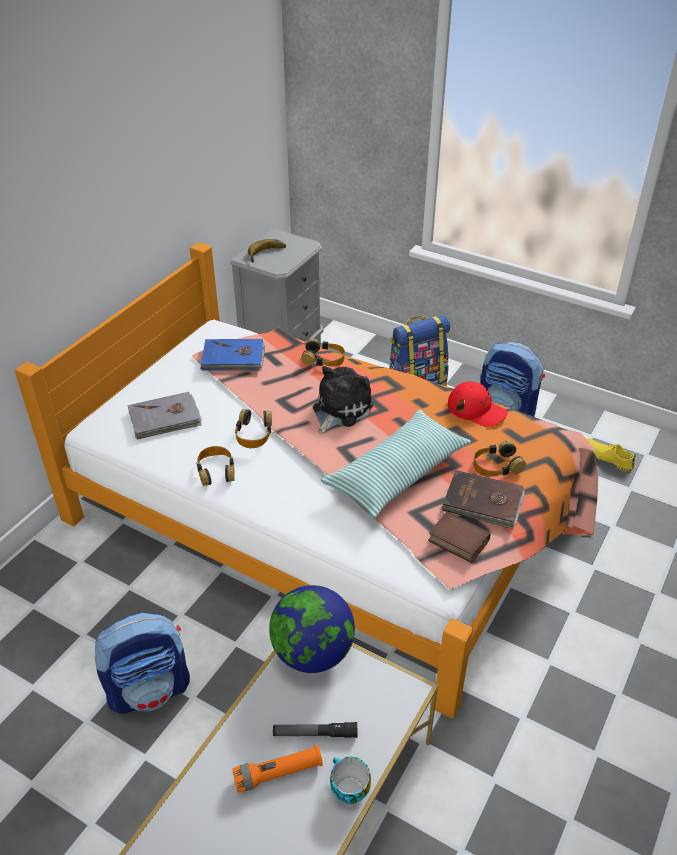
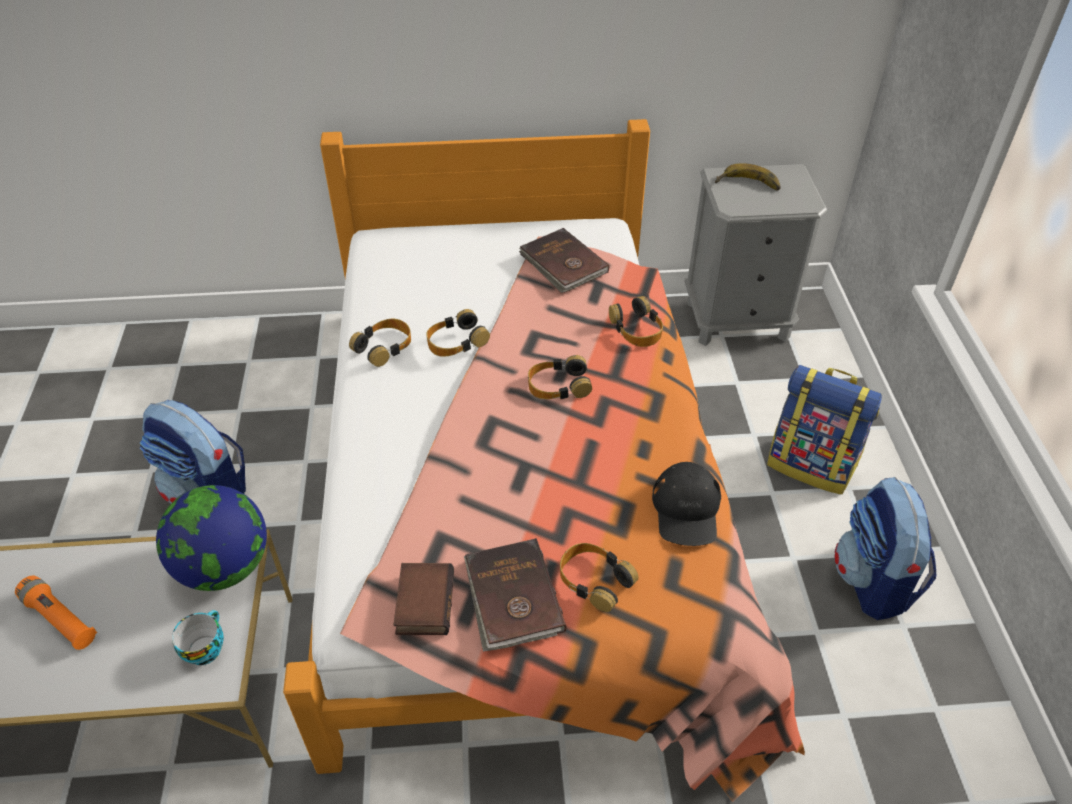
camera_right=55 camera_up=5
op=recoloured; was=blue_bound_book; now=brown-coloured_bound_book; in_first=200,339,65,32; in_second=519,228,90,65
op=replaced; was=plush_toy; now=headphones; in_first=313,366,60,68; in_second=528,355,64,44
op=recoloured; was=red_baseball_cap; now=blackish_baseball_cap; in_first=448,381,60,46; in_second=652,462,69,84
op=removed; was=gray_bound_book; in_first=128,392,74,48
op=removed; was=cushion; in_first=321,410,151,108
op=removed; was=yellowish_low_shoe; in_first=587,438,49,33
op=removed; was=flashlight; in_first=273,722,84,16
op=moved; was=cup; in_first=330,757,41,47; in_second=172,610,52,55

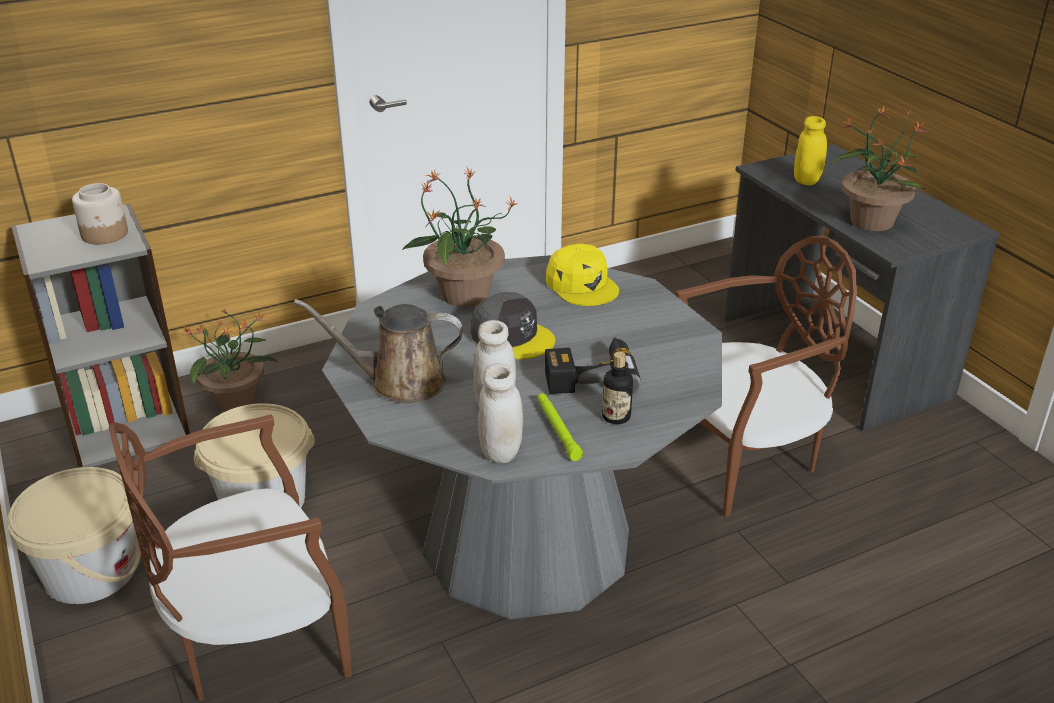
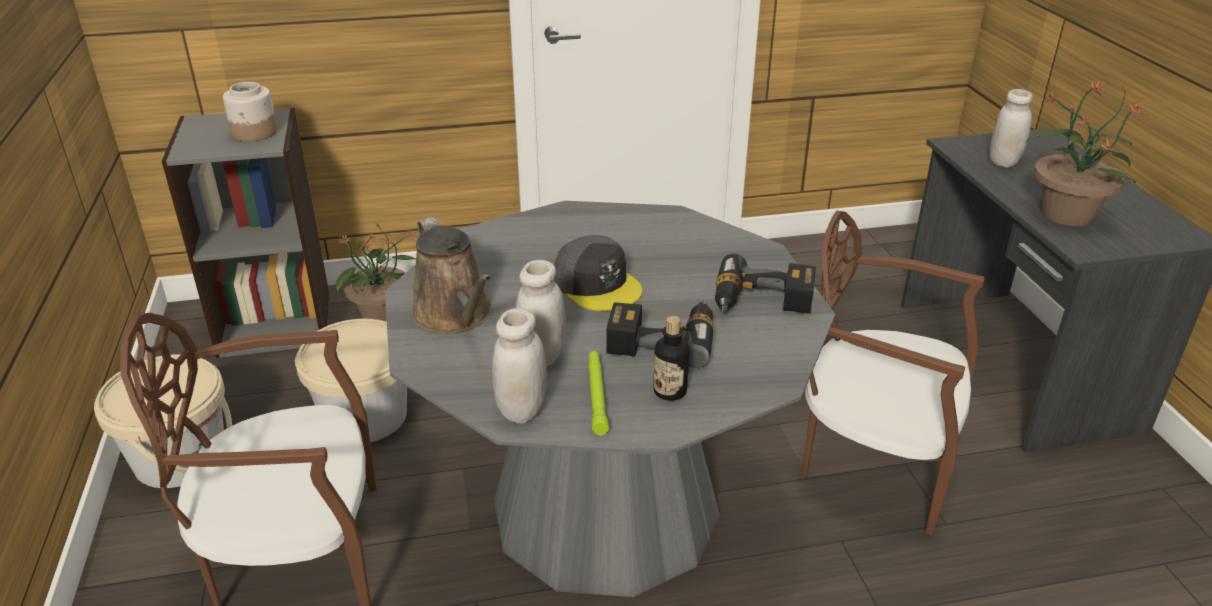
camera_right=15 camera_up=0
op=recoloured; was=yellowish_storage_jar; now=white_storage_jar; in_first=794,116,33,69; in_second=990,89,43,79
op=removed; was=potted_plant; in_first=402,167,116,140
op=turned; was=brown-coloured_upright_chair; in_first=676,236,181,281; in_second=802,211,183,324; clockwise=-150
op=removed; was=yellowish_baseball_cap; in_first=546,244,73,62
op=turned; was=brown-coloured_watering_can; in_first=294,299,169,104; in_second=411,217,80,117; clockwise=-135
op=added; now=power_drill; in_second=715,253,101,61

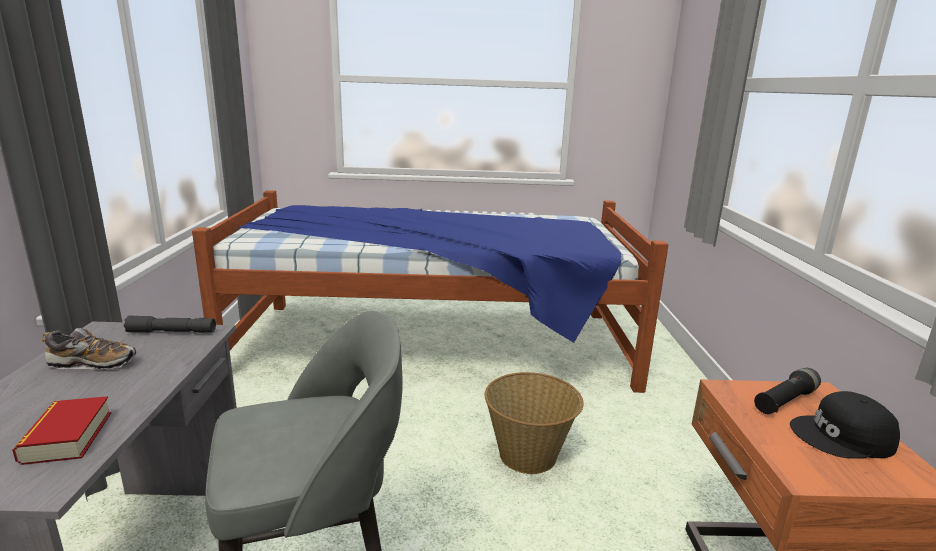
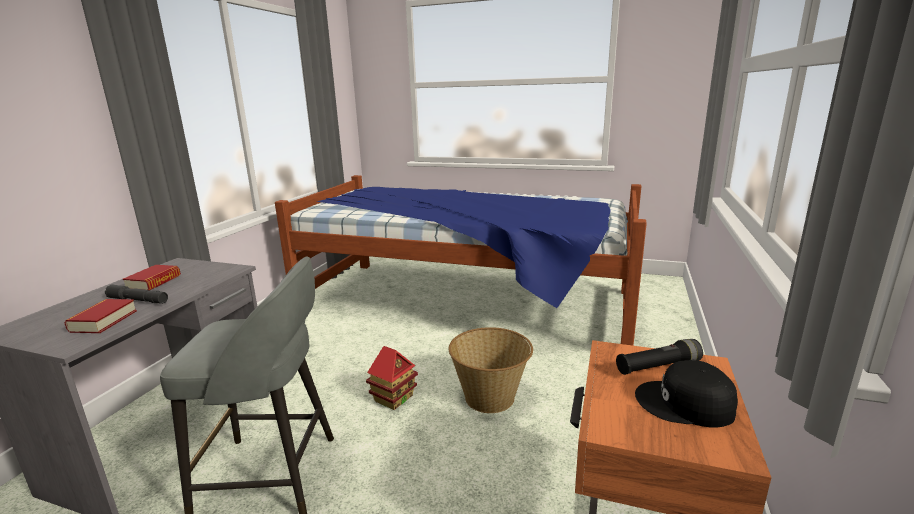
camera_right=20 camera_up=0
op=moved; was=gray_flashlight; in_first=124,315,92,18; in_second=105,284,63,20
op=replaced; was=low_shoe; now=bound_book; in_first=42,328,94,42; in_second=123,265,58,25
op=added; now=model_house; in_second=366,346,52,64

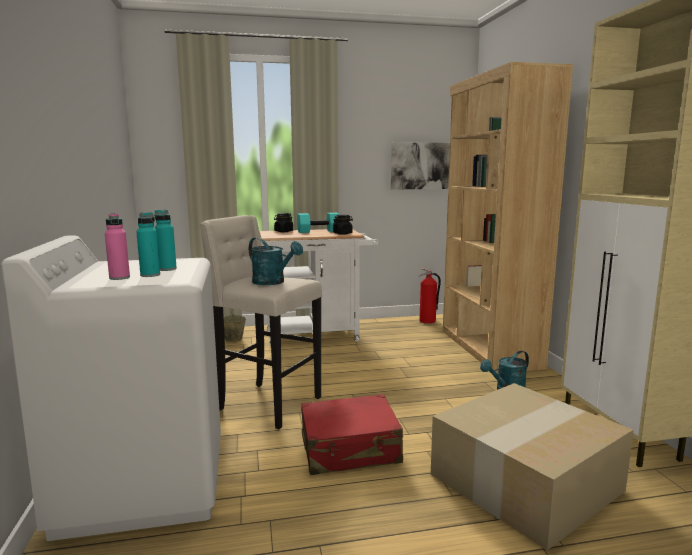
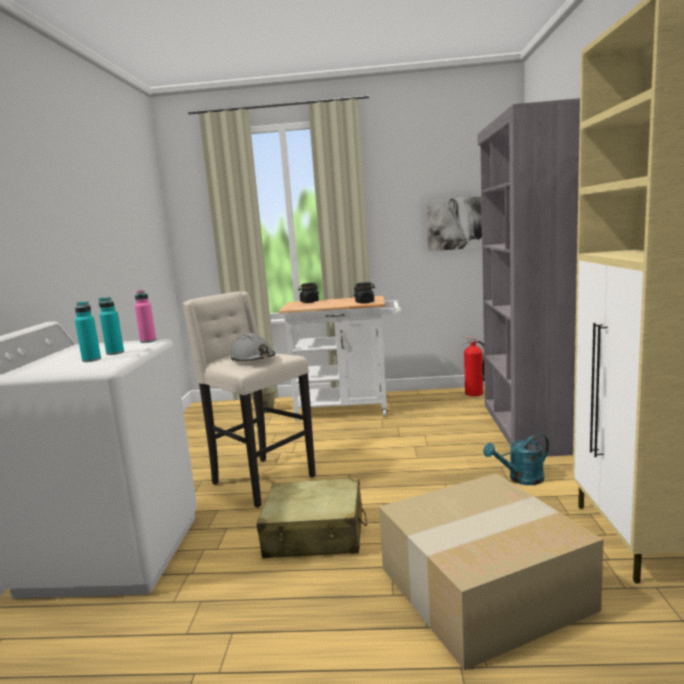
camera_right=15 camera_up=0
op=recoloured; was=brown-coloured_bookshelf; now=gray_bookshelf; in_first=443,62,130,312; in_second=477,98,103,358
op=moved; was=pink_drink_bottle; in_first=105,213,25,67; in_second=135,290,21,53
op=removed; was=turquoise_free_weight; in_first=297,213,42,20
op=replaced; was=turquoise_watering_can; now=gray_safety_helmet; in_first=249,237,54,48; in_second=231,333,45,29
op=recoloured; was=red_suitcase; now=beige-coloured_suitcase; in_first=301,394,102,81; in_second=257,478,110,80

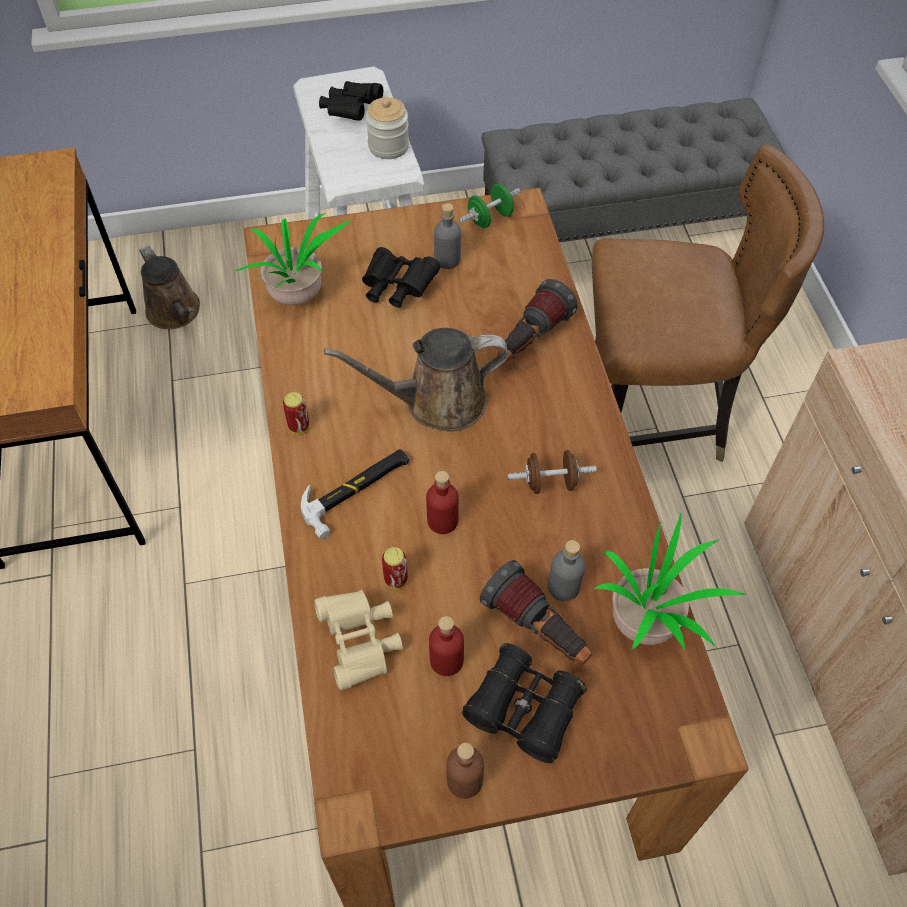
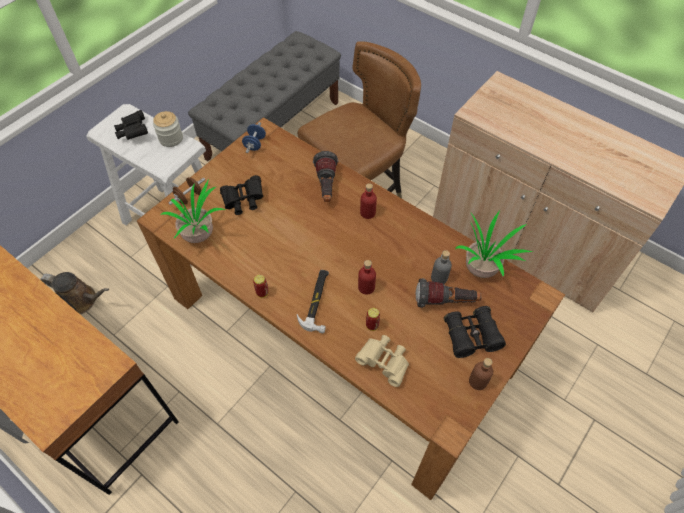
camera_right=-40 camera_up=0
op=recoloured; was=green_free_weight; now=blue_free_weight; in_first=459,184,62,44; in_second=242,122,24,31
op=removed; was=gray_drink_bottle; in_first=434,203,27,66
op=removed; was=brown-coloured_watering_can; in_first=324,328,185,103
op=moved; was=brown-coloured_free_weight; in_first=508,450,89,44; in_second=169,177,36,28
op=moved; was=red_drink_bottle; in_first=429,616,35,60; in_second=360,183,17,36

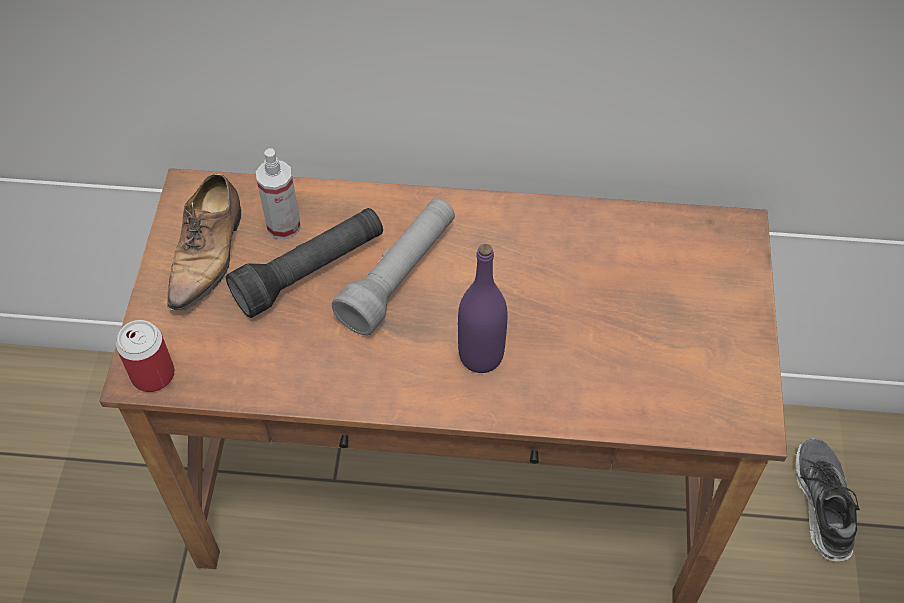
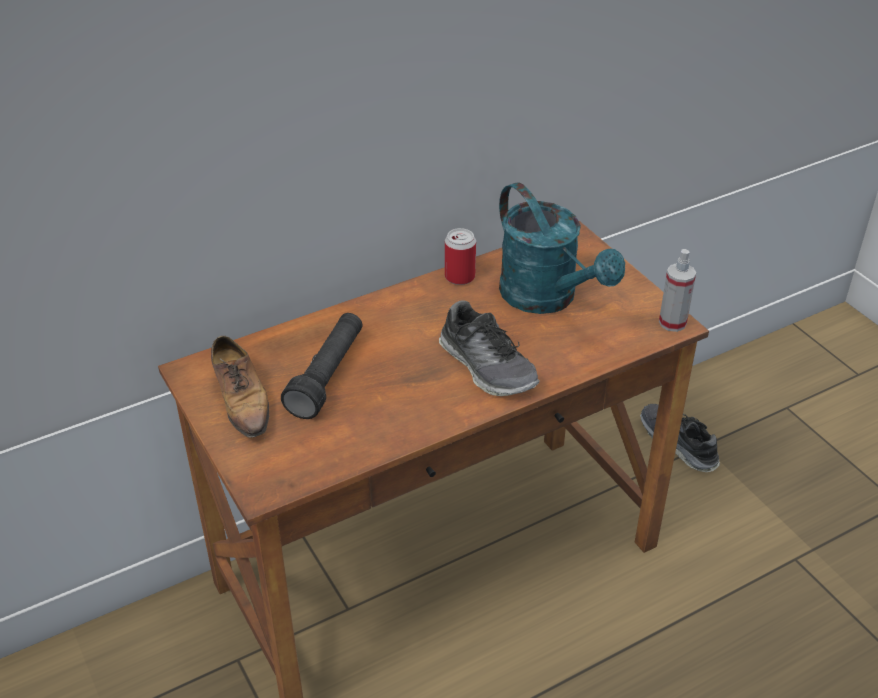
camera_right=-35 camera_up=-15
op=moved; was=spray_bottle; in_first=256,148,45,92; in_second=659,249,37,83
op=removed; was=gray_flashlight; in_first=332,198,123,137
op=replaced; was=purple-coloured_drink_bottle; now=low_shoe; in_first=458,244,49,129; in_second=439,300,101,96
op=moved; was=sealed_can; in_first=116,320,59,72; in_second=445,228,31,57
op=added; now=turquoise_watering_can; in_second=499,182,126,132

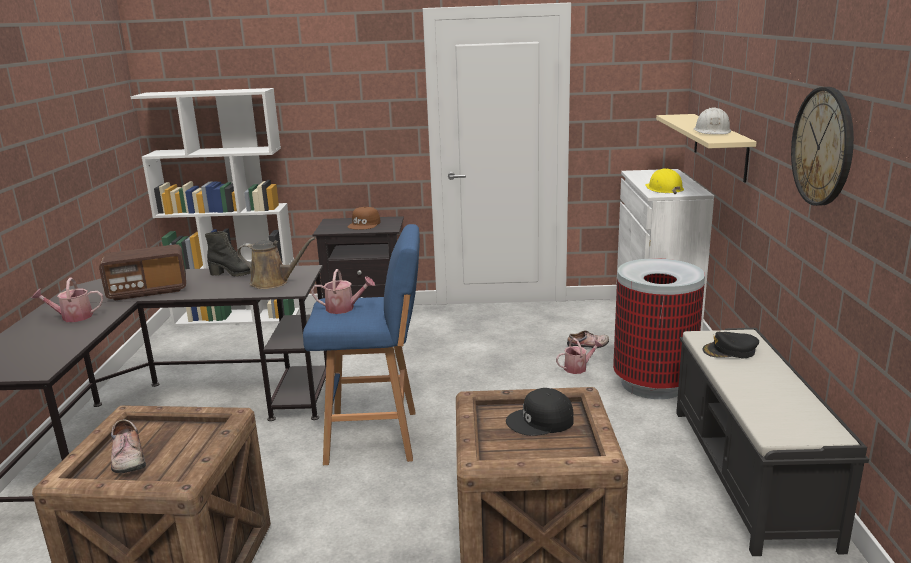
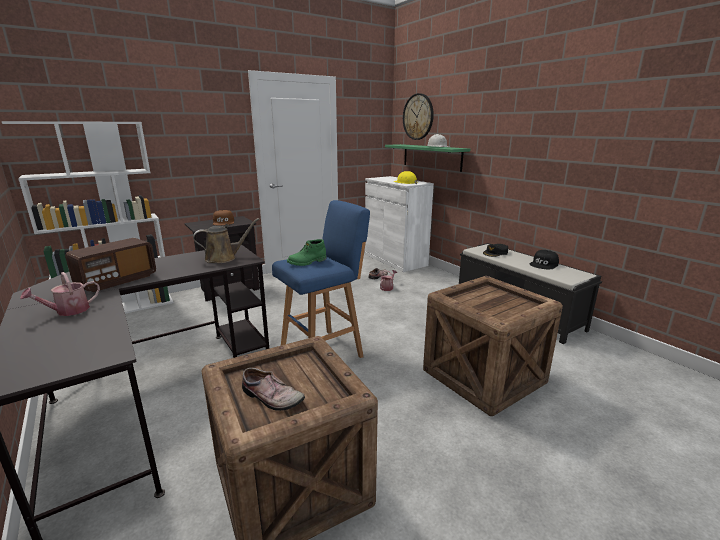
camera_right=-35 camera_up=0
op=moved; was=clock_on_the_wall; in_first=791,87,63,119; in_second=403,93,31,47
op=recoloured; was=beige-coloured_bracket_shelf; now=green_bracket_shelf; in_first=656,114,101,69; in_second=385,144,85,28
op=removed; was=blackish_tall_boot; in_first=205,231,47,46
op=removed; was=trash_can; in_first=613,258,92,141
op=replaced; was=watering_can; now=green_tall_boot; in_first=311,269,64,45; in_second=287,239,39,27
op=moved; was=blackish_baseball_cap; in_first=506,388,68,48; in_second=530,250,29,19

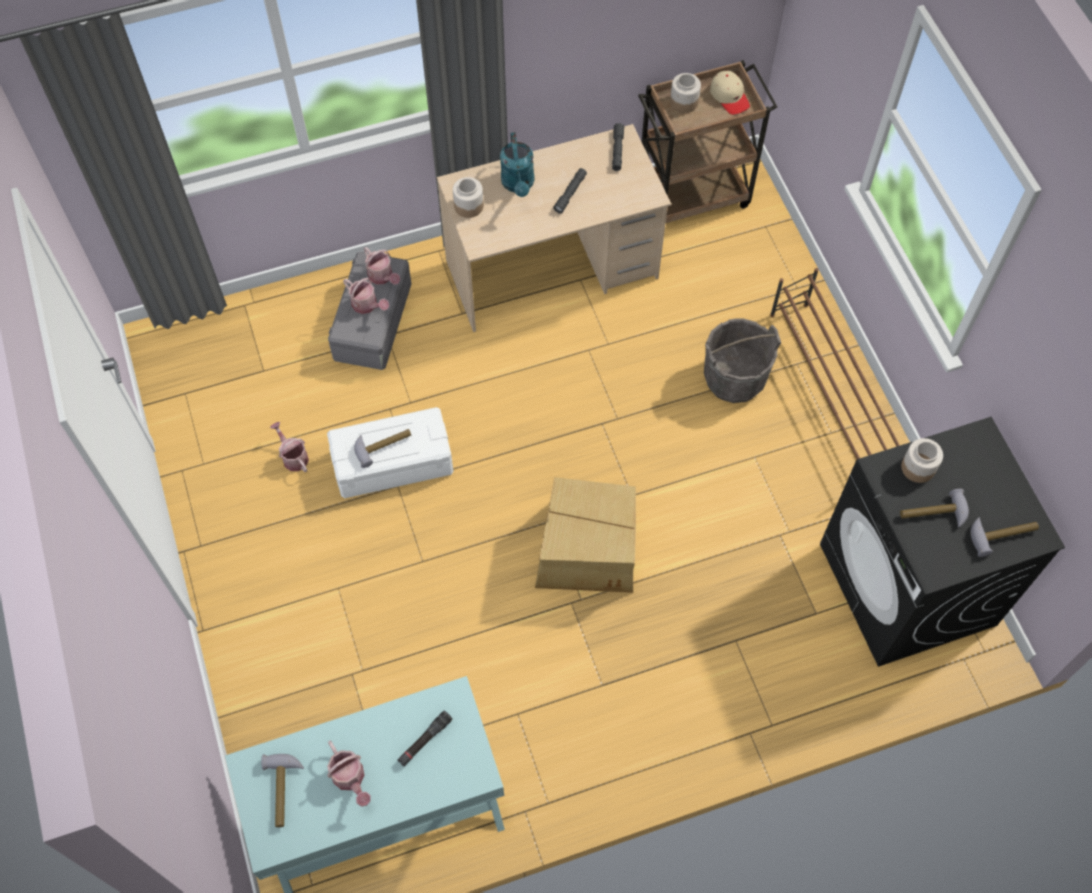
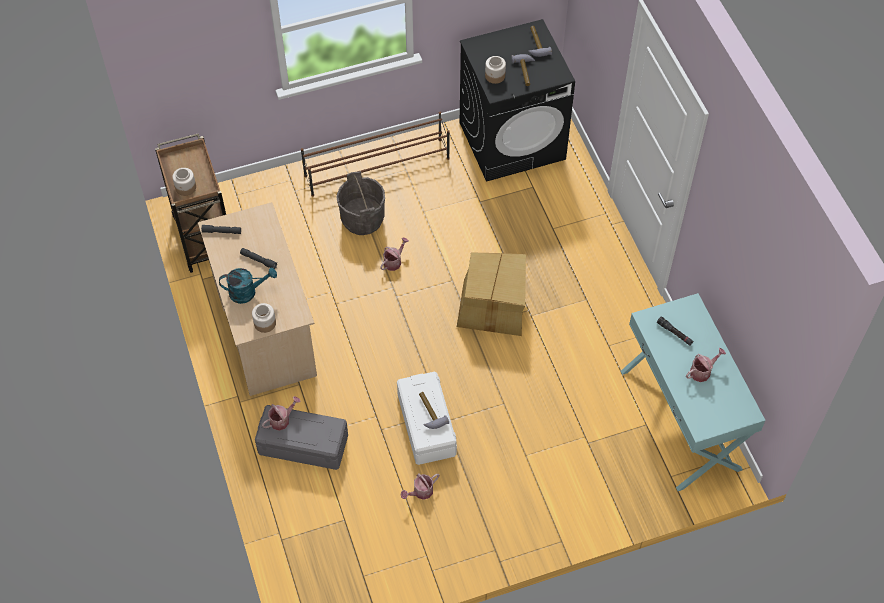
camera_right=-90 camera_up=-5
op=removed; was=beige-coloured_baseball_cap; in_first=710,71,40,44
op=moved; was=watering_can; in_first=343,278,46,36; in_second=380,237,29,34
op=removed; was=hand_hammer; in_first=261,754,43,73

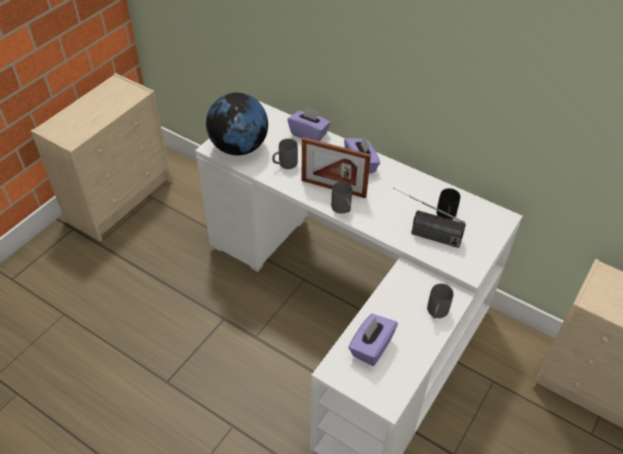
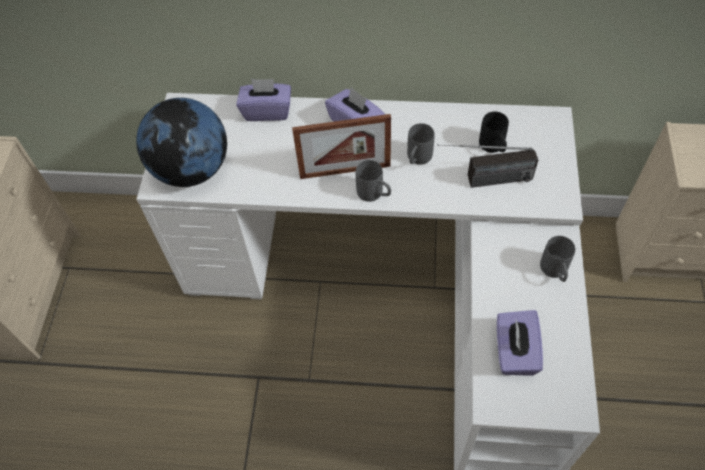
camera_right=-25 camera_up=10
op=moved; was=gray_mug; in_first=272,139,26,30; in_second=407,123,27,42

